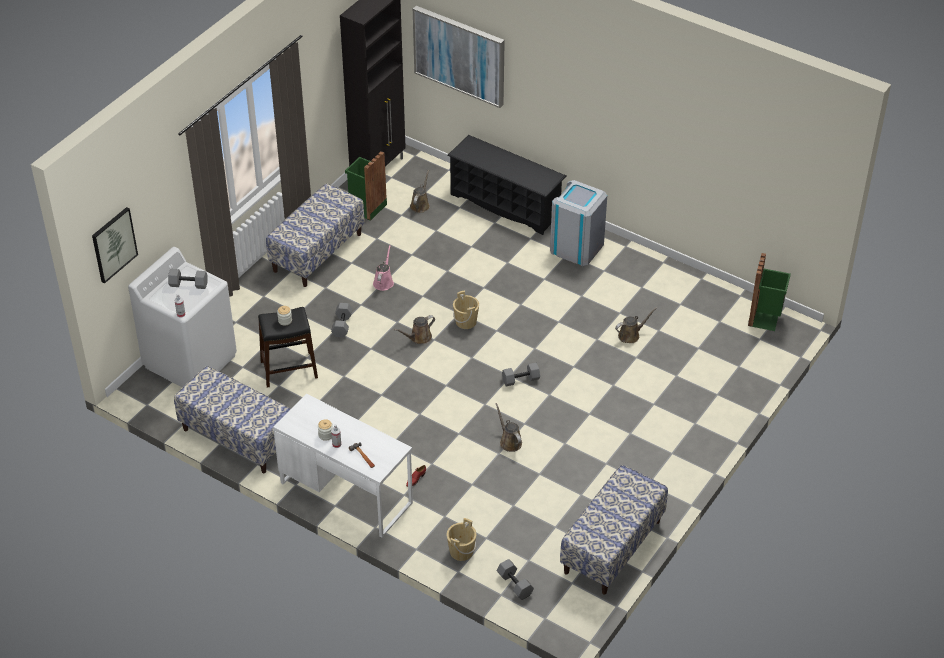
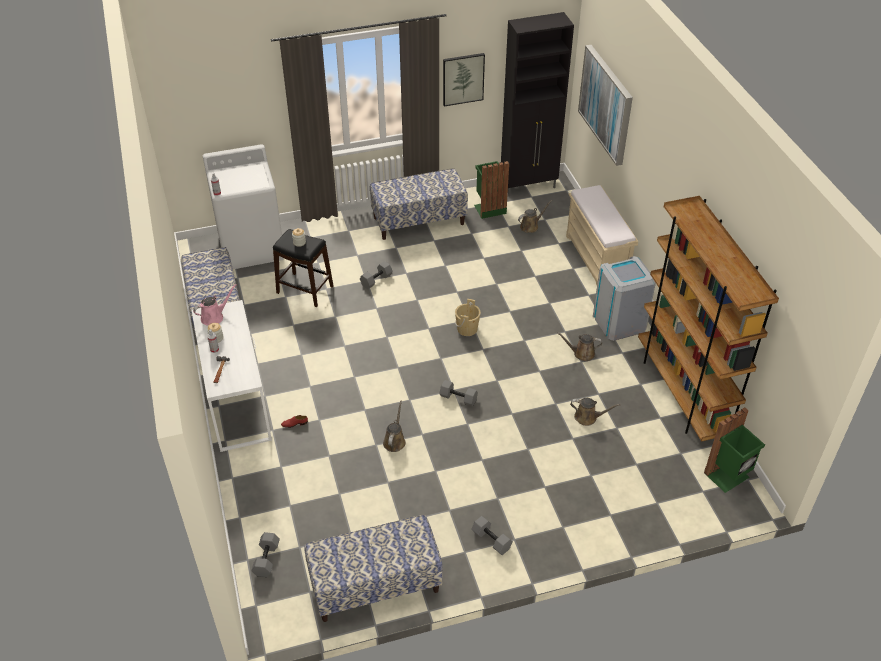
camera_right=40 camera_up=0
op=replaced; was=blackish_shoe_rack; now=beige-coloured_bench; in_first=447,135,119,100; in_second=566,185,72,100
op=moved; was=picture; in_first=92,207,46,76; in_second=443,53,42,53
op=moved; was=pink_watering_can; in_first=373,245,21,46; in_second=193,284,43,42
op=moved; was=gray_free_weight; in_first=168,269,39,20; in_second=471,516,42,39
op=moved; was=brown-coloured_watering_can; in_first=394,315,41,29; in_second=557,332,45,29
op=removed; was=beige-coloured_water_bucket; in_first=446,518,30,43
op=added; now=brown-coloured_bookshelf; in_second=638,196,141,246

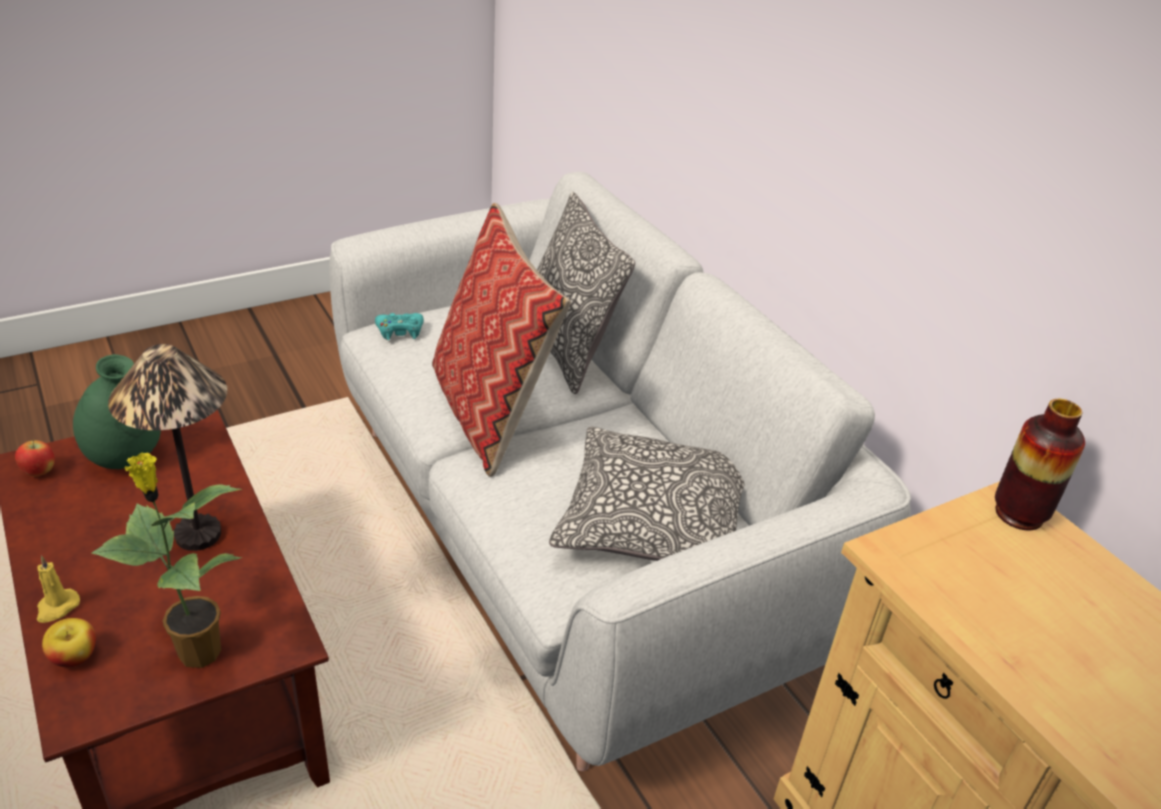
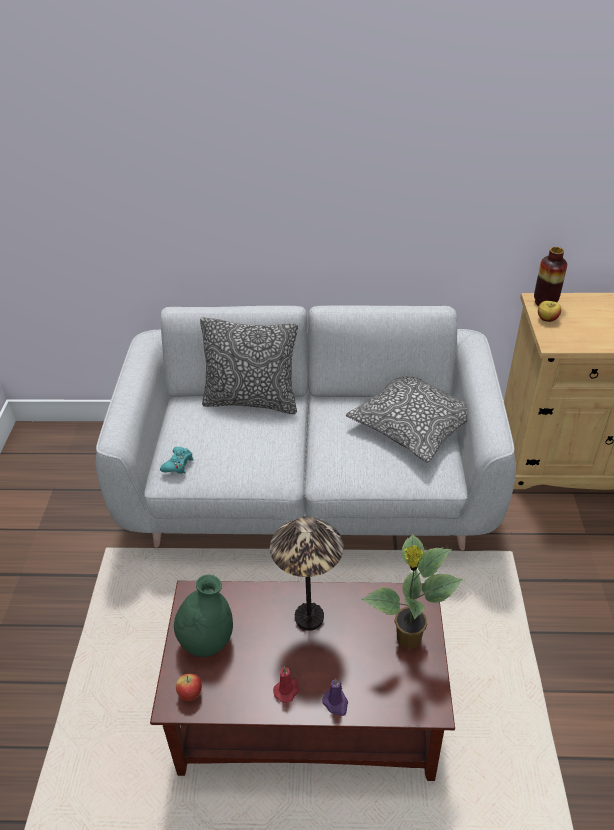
camera_right=-55 camera_up=5
op=removed; was=cushion; in_first=432,203,139,274
op=recoloured; was=yellowish_candle; now=purple-coloured_candle; in_first=37,556,43,67; in_second=322,678,26,38
op=moved; was=apple; in_first=42,618,54,49; in_second=538,301,23,21
op=added; now=red_candle; in_second=273,667,26,36

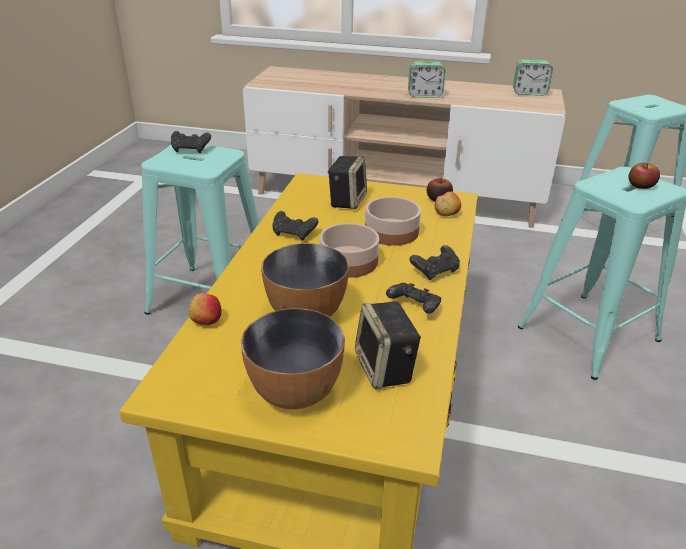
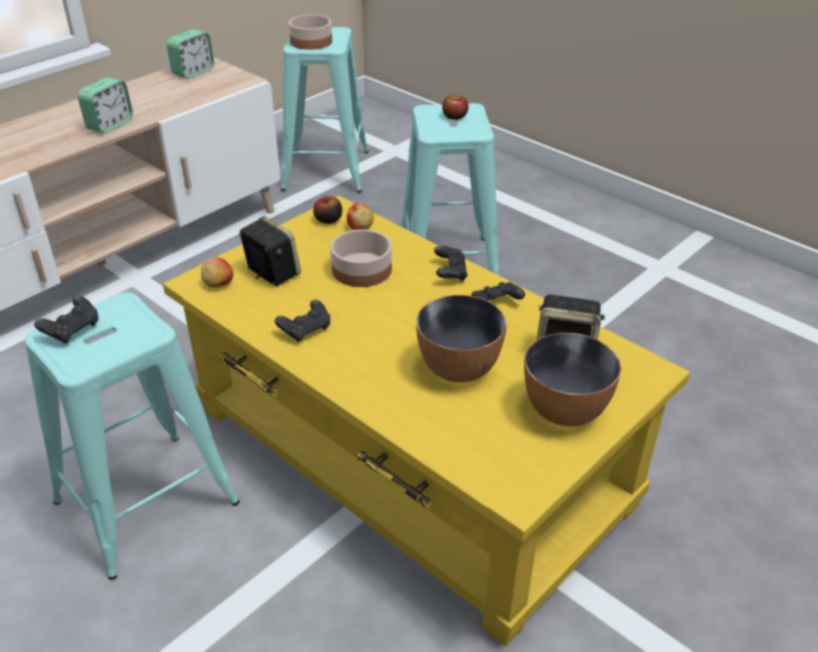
camera_right=-60 camera_up=5
op=moved; was=serving_bowl; in_first=319,223,60,55; in_second=289,14,43,36
op=moved; was=apple; in_first=188,293,34,32; in_second=201,258,32,29

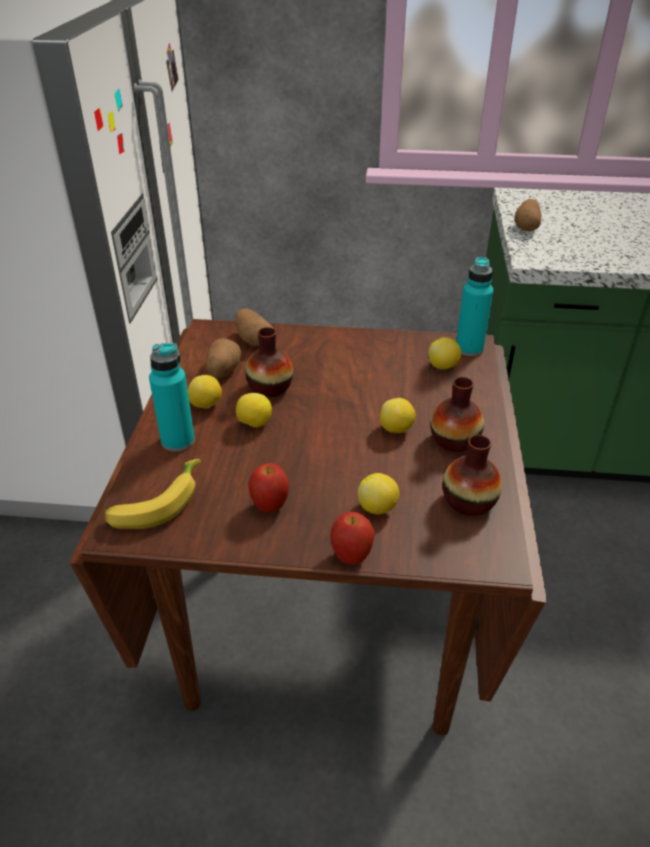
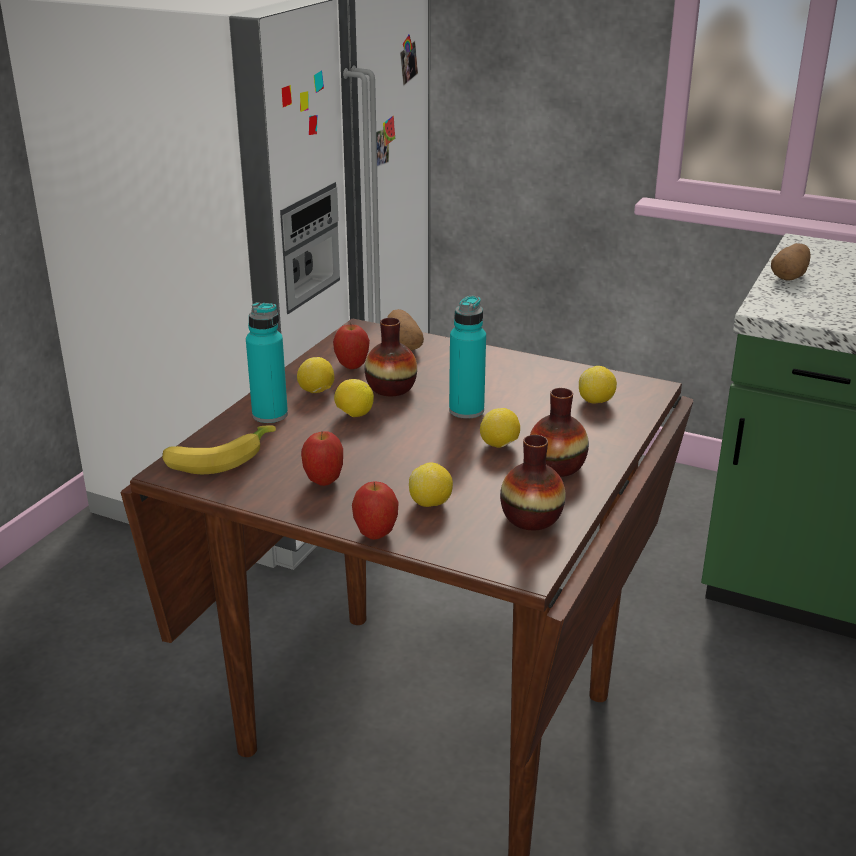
camera_right=20 camera_up=-10
op=moved; was=turquoise_drink_bottle; in_first=456,257,37,99; in_second=449,296,37,123
op=replaced; was=spud; now=apple; in_first=206,339,35,40; in_second=333,325,37,44

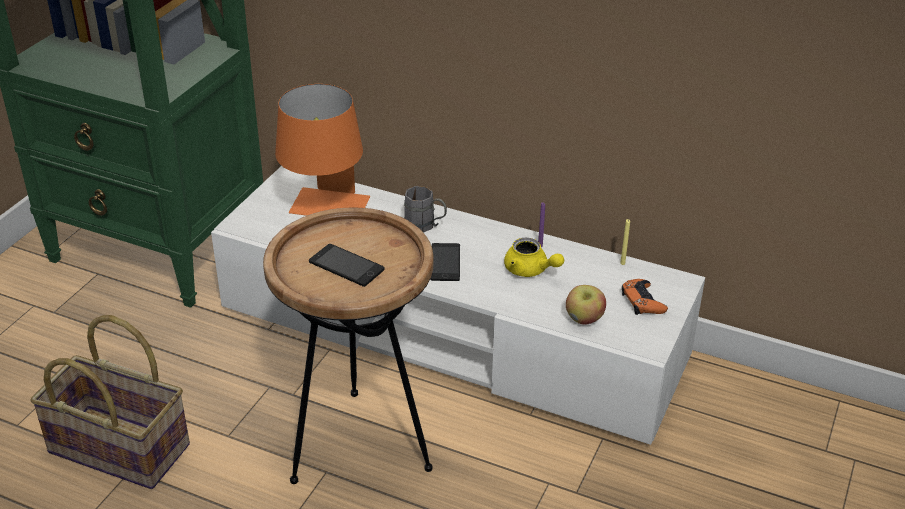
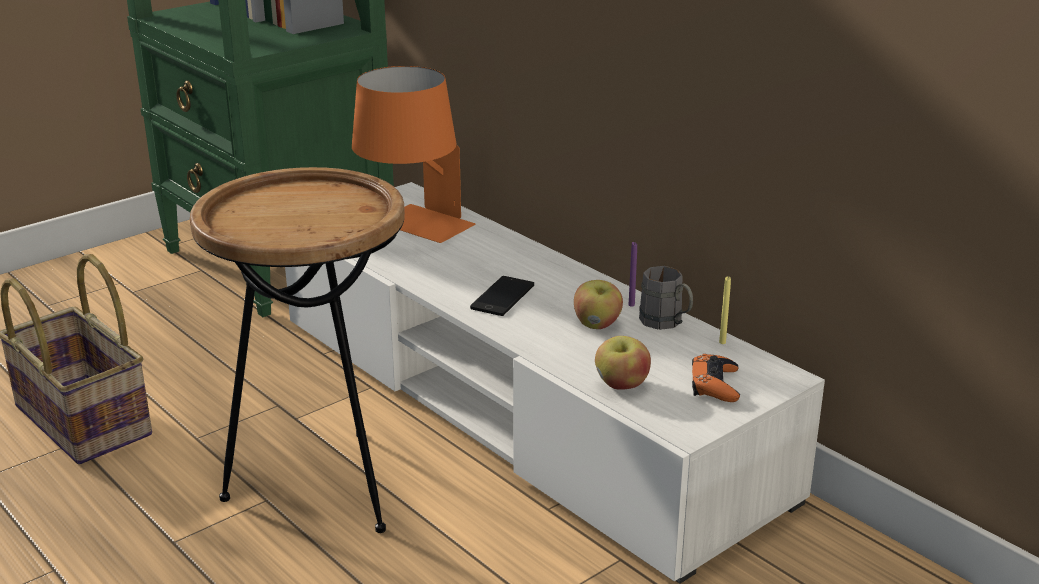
camera_right=25 camera_up=-10
op=moved; was=gray_mug; in_first=404,186,43,47; in_second=639,266,54,64
op=replaced; was=yellowish_tea_pot; now=apple; in_first=504,238,60,39; in_second=574,280,49,49
op=removed; was=telephone; in_first=309,244,75,43

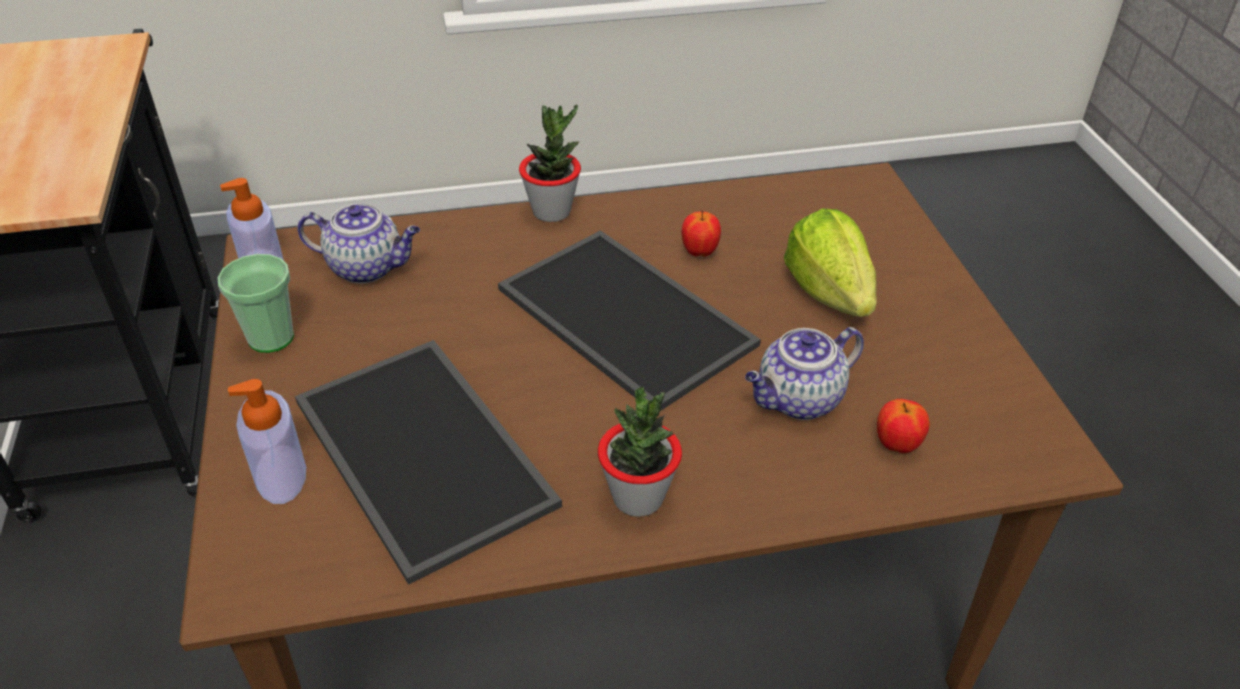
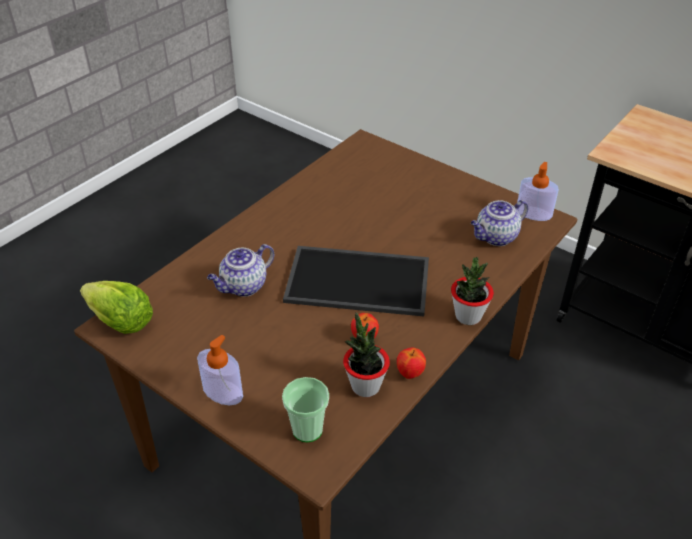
camera_right=140 camera_up=0
op=moved; was=lettuce; in_first=784,208,93,109; in_second=80,281,73,53
op=moved; was=cup; in_first=218,254,76,99; in_second=282,377,47,65
op=turned; was=tea_pot; in_first=745,327,119,93; in_second=207,244,67,53; clockwise=-150
op=removed; was=serving_tray; in_first=295,340,267,245
op=moved; was=soap_bottle; in_first=228,379,78,125; in_second=197,335,46,71
op=moved; was=potted_plant; in_first=598,387,84,130; in_second=343,312,47,85
op=moved; was=apple; in_first=877,399,53,54; in_second=397,348,29,31

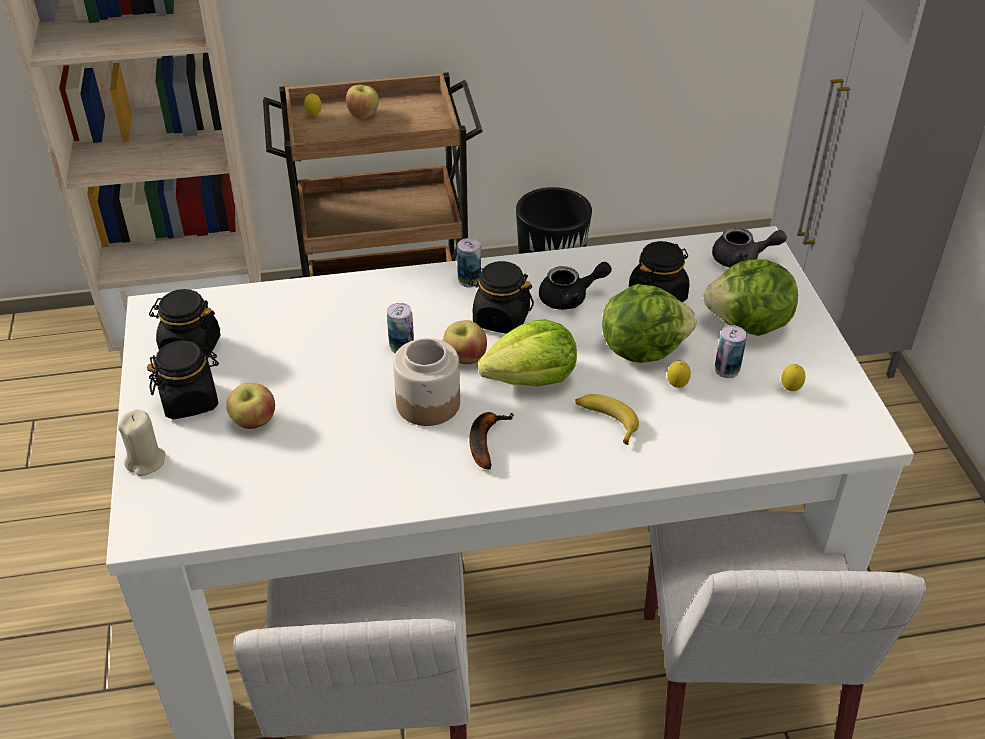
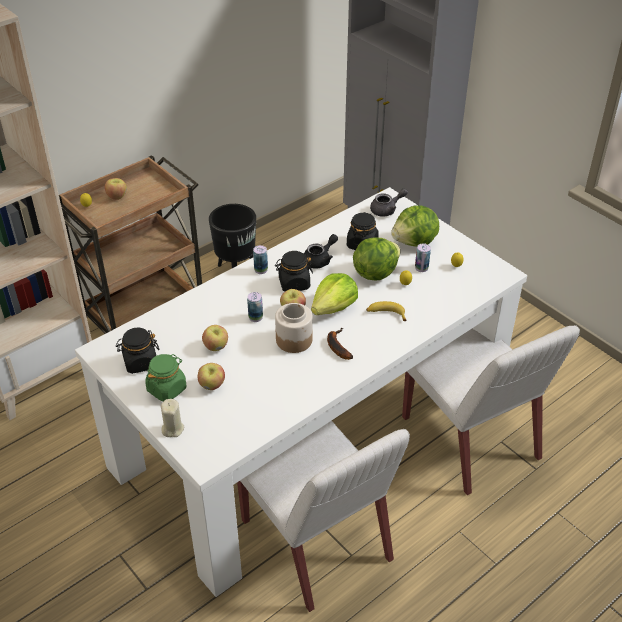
camera_right=-30 camera_up=0
op=recoloured; was=blackish_storage_jar; now=green_storage_jar; in_first=147,340,72,80; in_second=145,354,41,48
op=added; now=apple; in_second=202,325,26,26

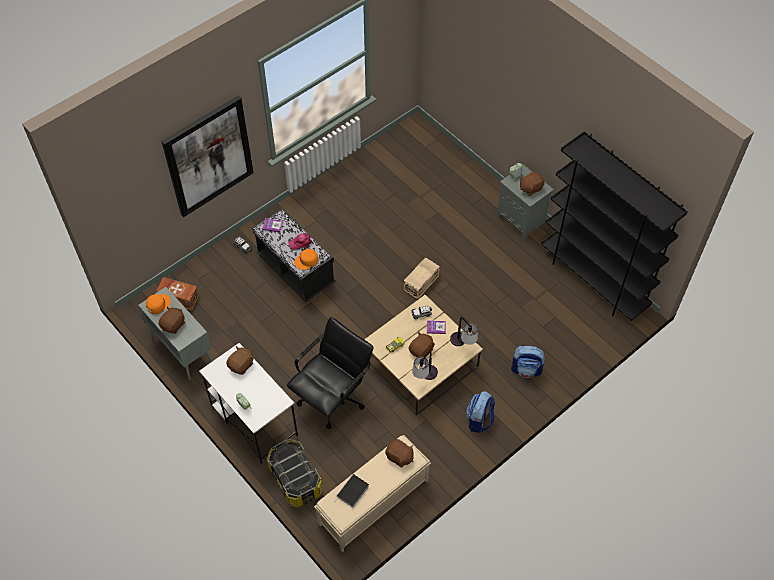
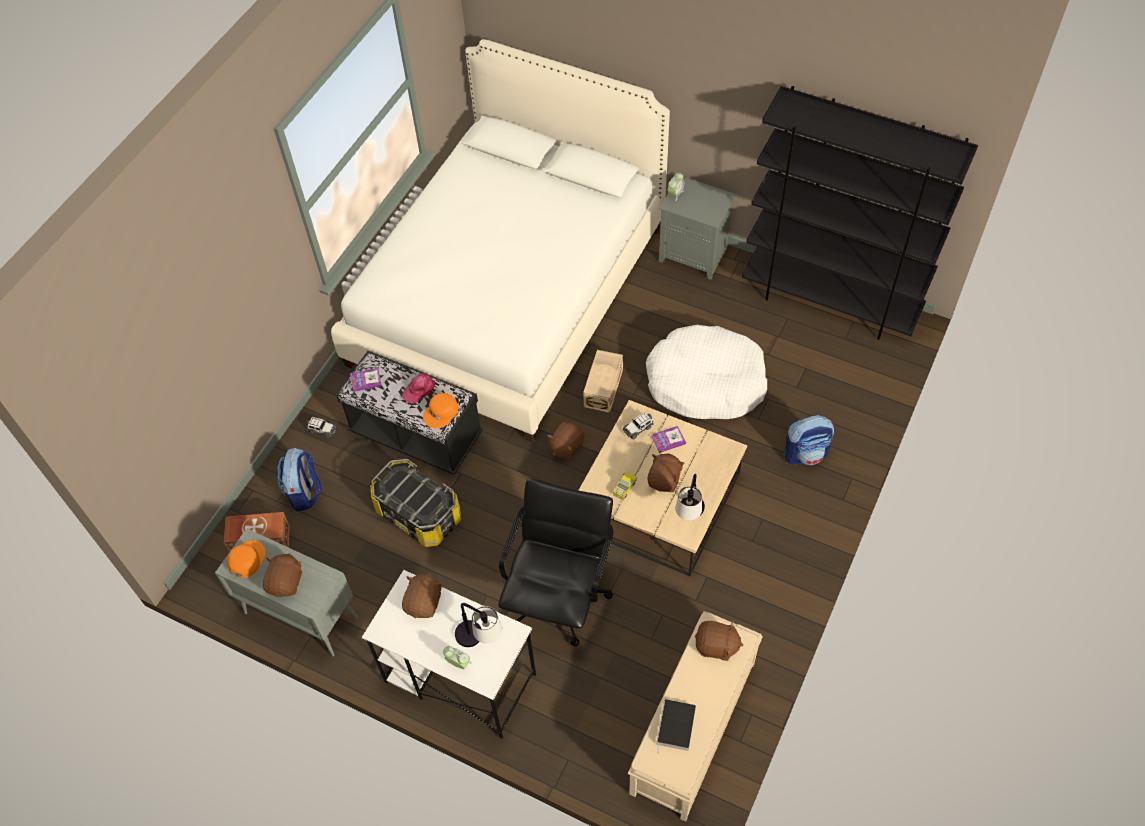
camera_right=-20 camera_up=0
op=removed; was=picture; in_first=162,96,92,121
op=moved; was=brown-coloured_plush_toy; in_first=520,172,25,24; in_second=547,422,37,38
op=moved; was=tabletop_lamp; in_first=450,317,28,29; in_second=455,603,47,44
op=moved; was=backpack; in_first=466,391,29,42; in_second=277,448,45,63
op=moved; was=storage_box; in_first=267,439,56,69; in_second=370,459,91,88
op=added; now=white_sleeping_bed; in_second=331,39,339,403
op=added; now=white_pet_bed; in_second=646,325,121,94

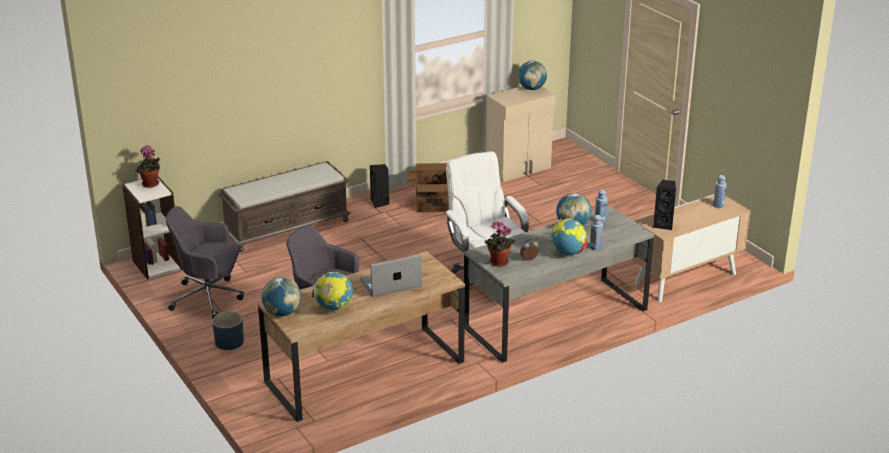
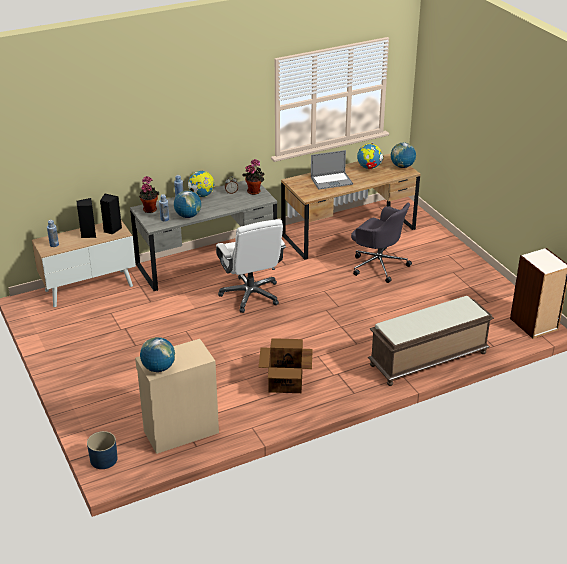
camera_right=-175 camera_up=5
op=moved; was=potted_plant; in_first=136,145,24,43; in_second=139,176,20,37
op=moved; was=blackish_speaker; in_first=370,164,19,44; in_second=77,198,19,40
op=removed; was=gray_computer_chair; in_first=166,206,78,113
op=moved; was=blue_planter; in_first=212,311,32,39; in_second=87,431,31,38

